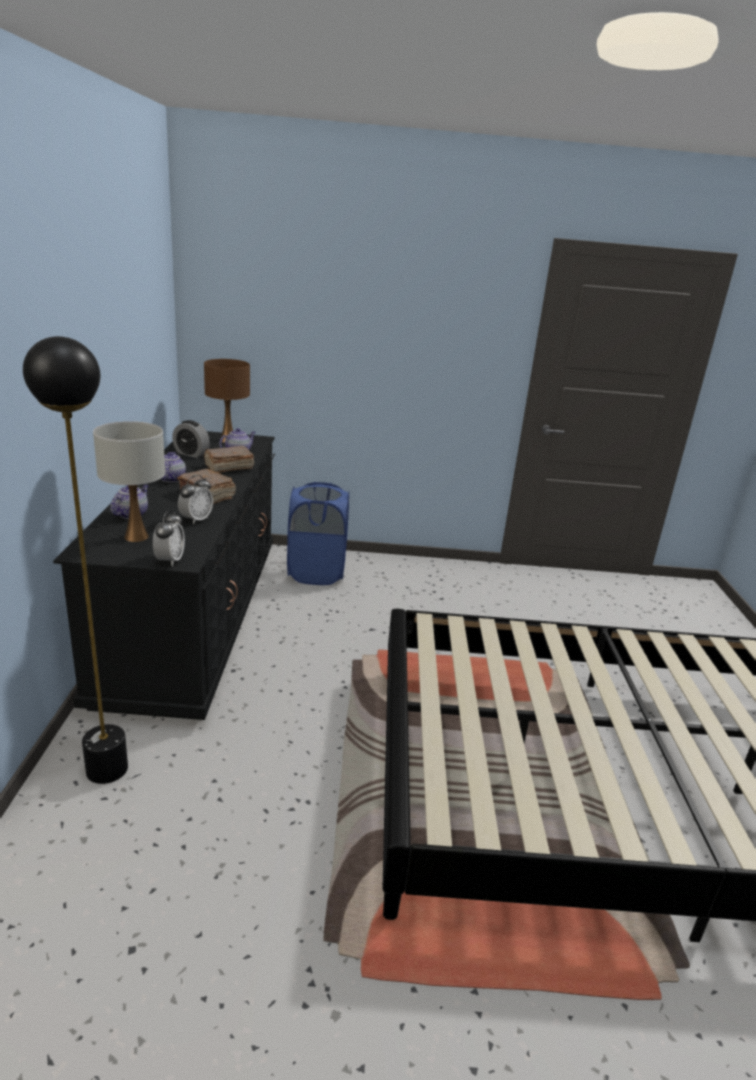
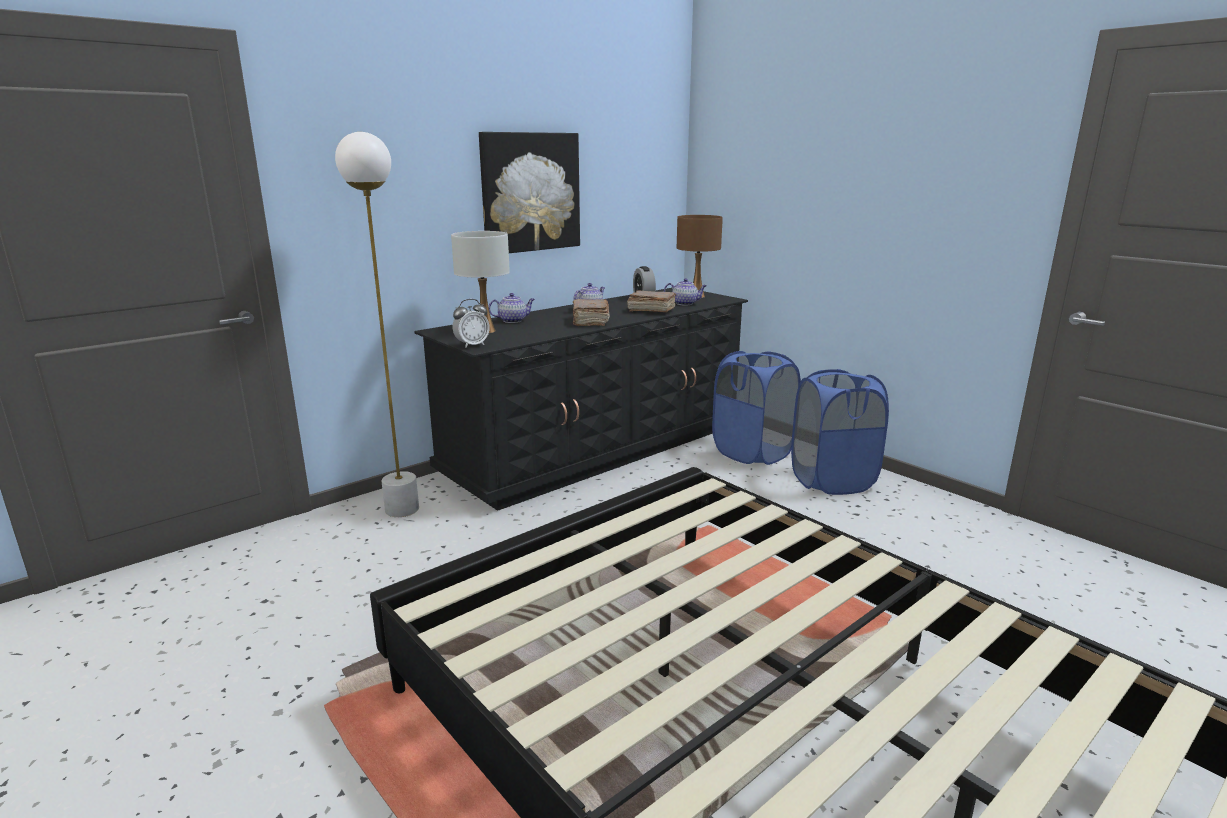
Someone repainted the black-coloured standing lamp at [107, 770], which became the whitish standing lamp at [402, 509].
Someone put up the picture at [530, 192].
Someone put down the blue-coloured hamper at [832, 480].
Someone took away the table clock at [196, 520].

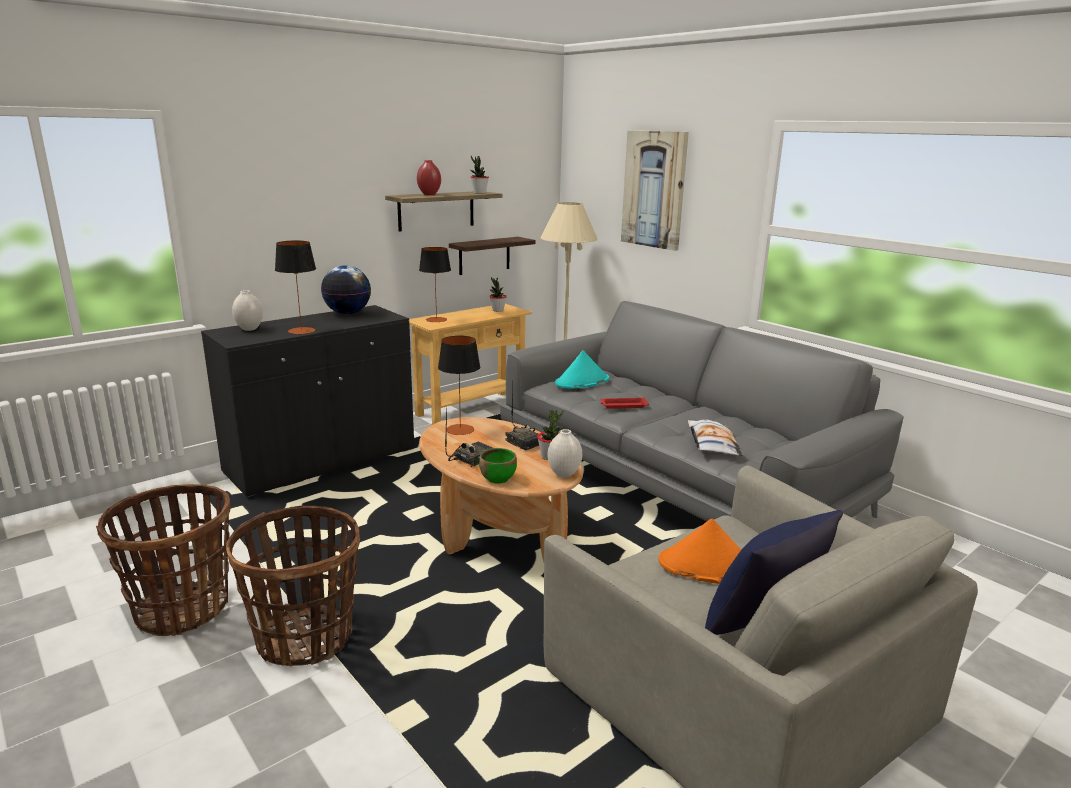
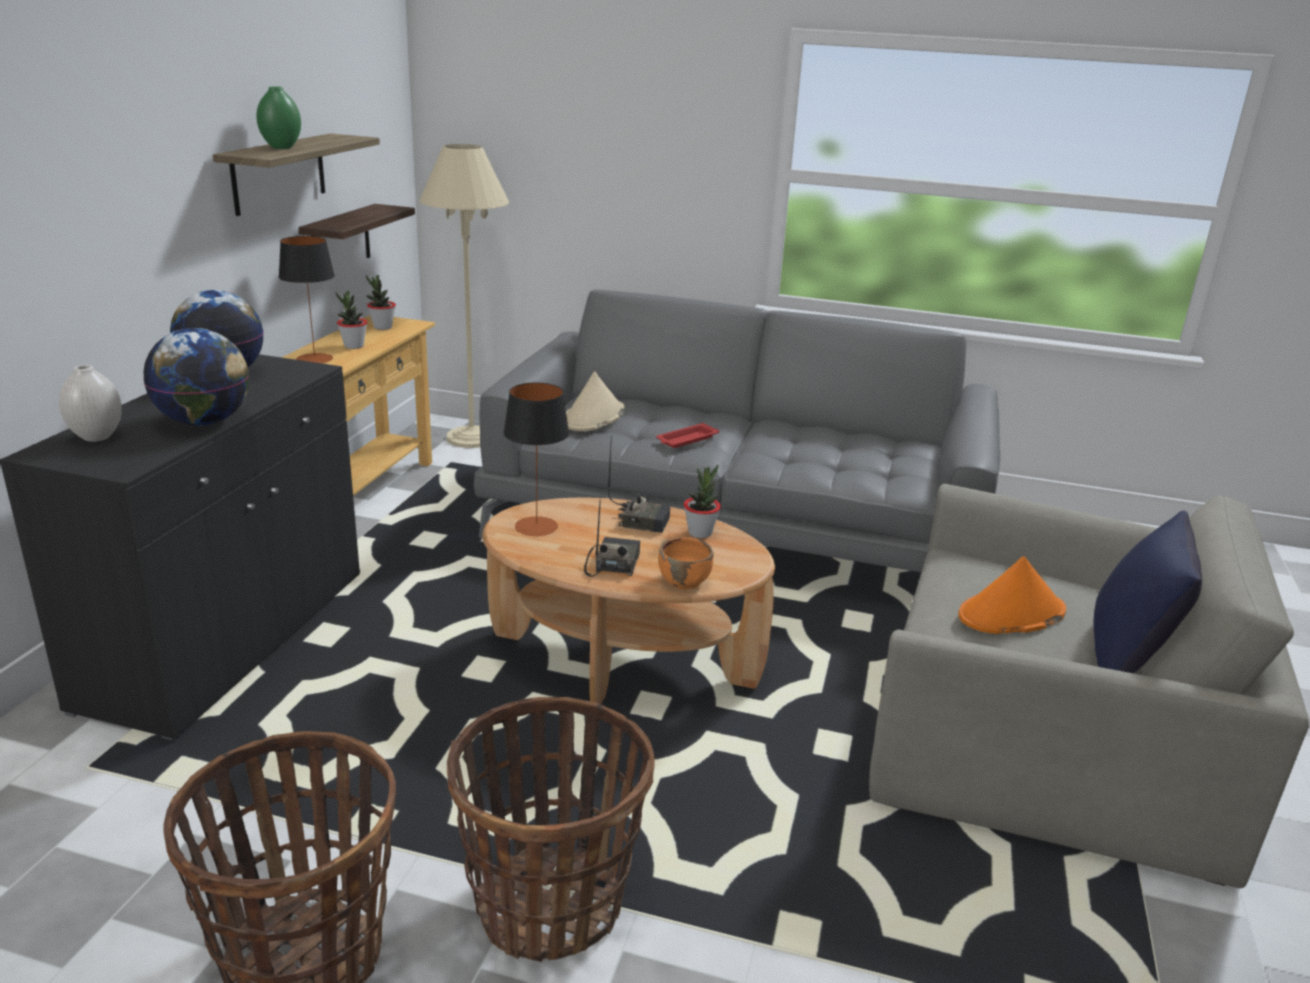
Someone swapped the tabletop lamp at [301, 331] for the globe at [204, 422].
Someone repainted the red-coloured flower vase at [429, 194], which became the green flower vase at [281, 147].
Someone carried the houseplant from [479, 193] to [353, 346].
Someone repainted the turquoise hat at [582, 382], which became the beige-coloured hat at [593, 417].
Someone repainted the green bowl at [498, 478], which became the orangey bowl at [684, 581].
Someone took away the whitish flower vase at [564, 474].
Someone took away the picture at [654, 189].
Someone took away the cushion at [712, 444].

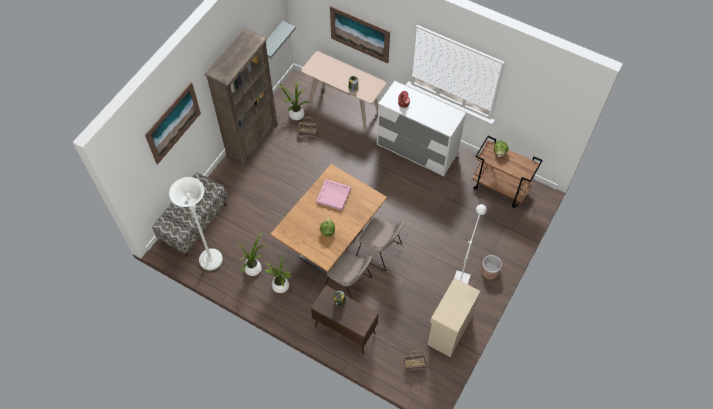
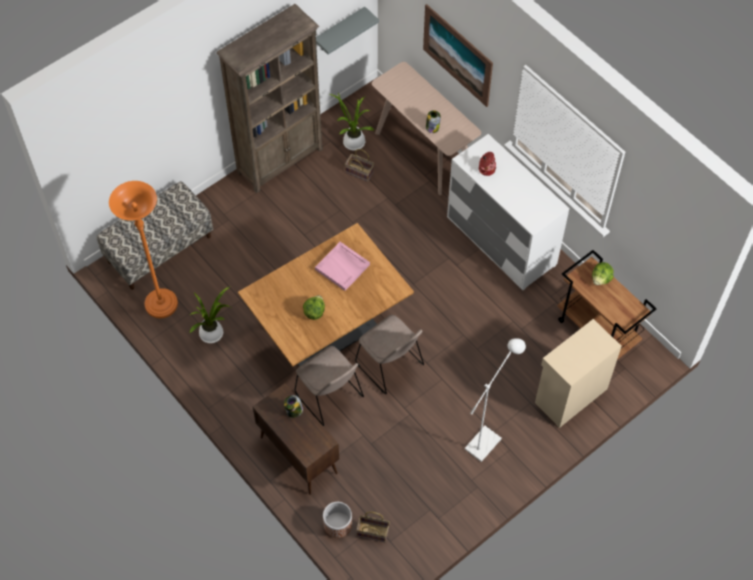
Someone repainted the whitish standing lamp at [211, 260], which became the orangey standing lamp at [161, 304].
Someone carried the plant pot from [489, 271] to [338, 524].
Someone carried the beige-coloured cupboard from [448, 331] to [569, 395].
Someone took away the picture at [173, 123].
Someone took away the houseplant at [281, 286].

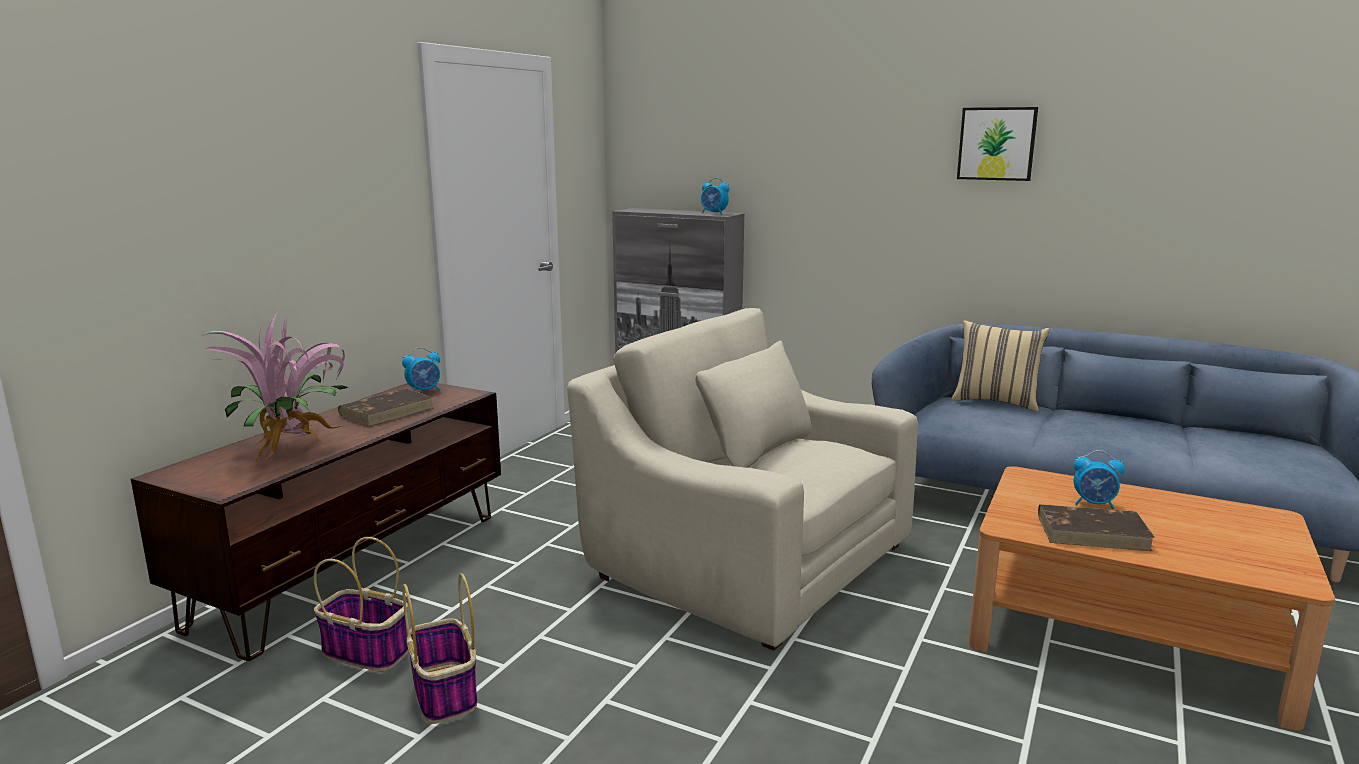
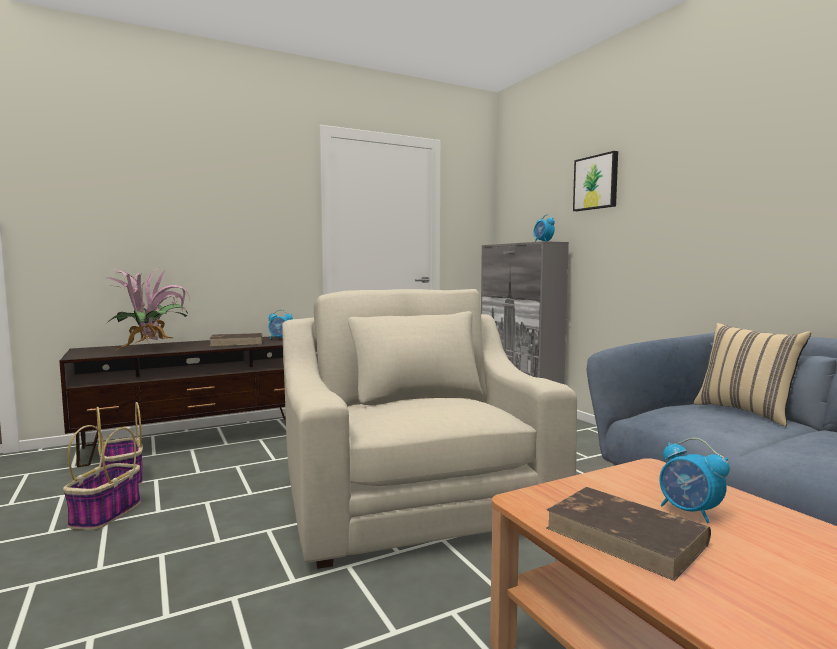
Someone carried the picture from [997, 143] to [596, 182].

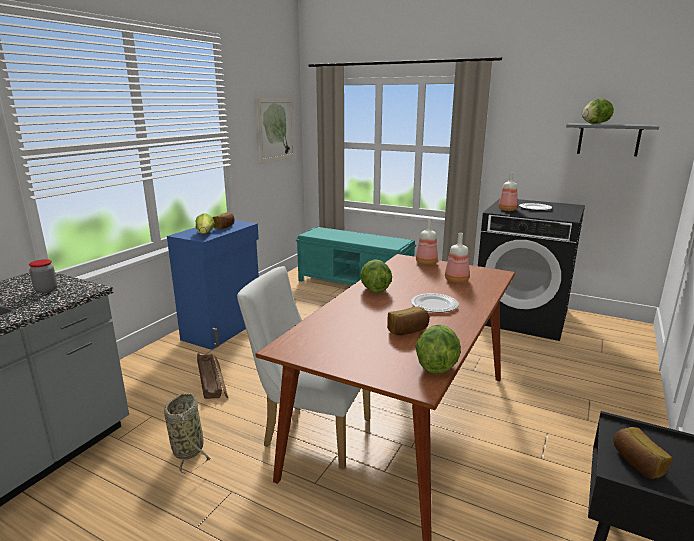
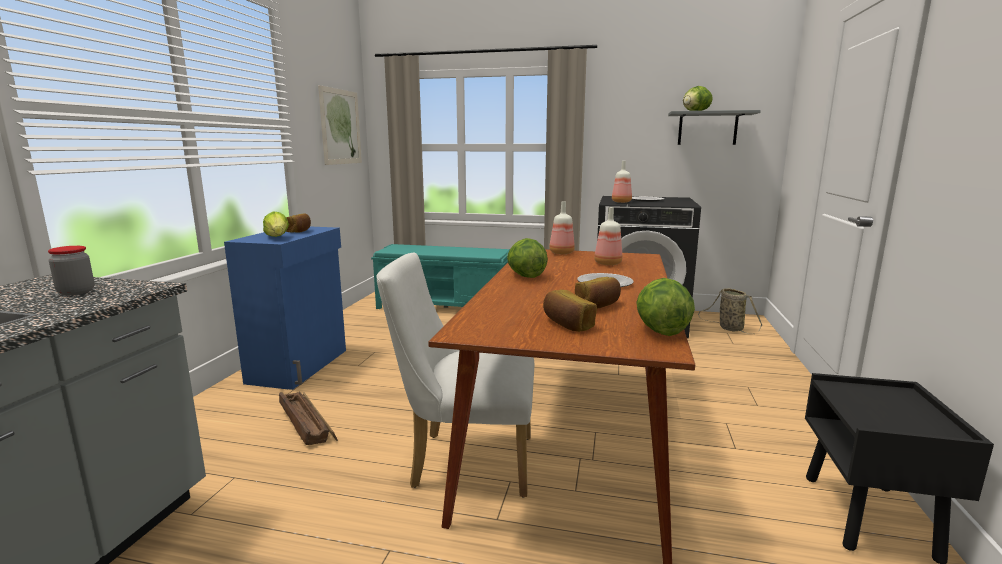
Someone carried the baked bread from [637, 463] to [567, 324].
Someone carried the household basket from [188, 448] to [729, 328].

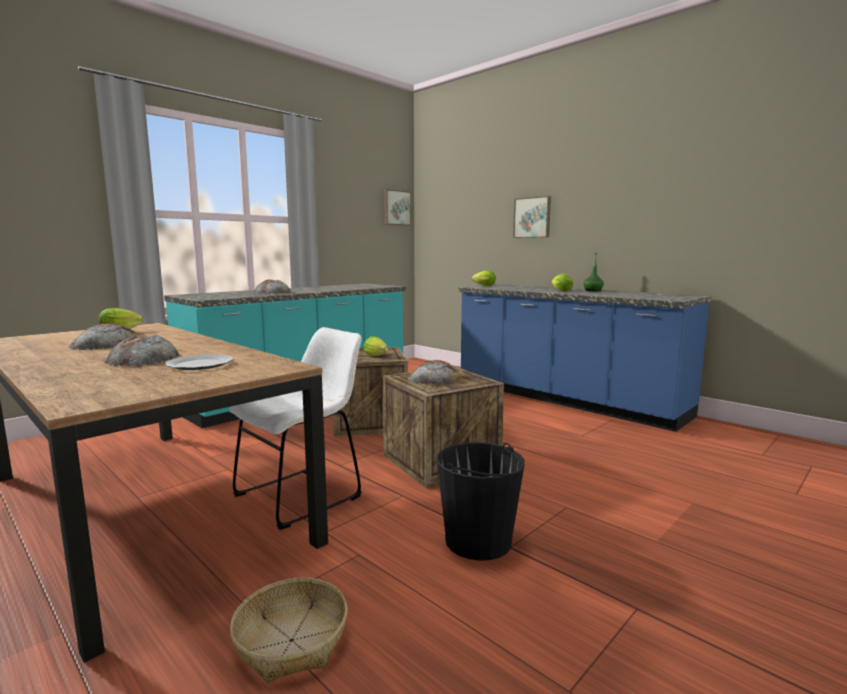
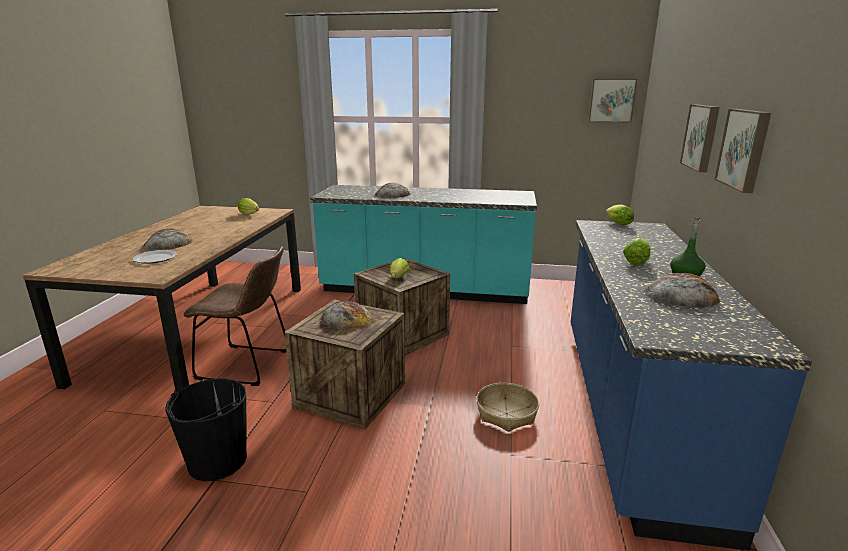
Someone repainted the whitish plain chair at [303, 494], which became the brown-coloured plain chair at [248, 365].
Someone carried the household basket from [291, 640] to [506, 413].
Someone carried the baked bread from [107, 343] to [681, 295].
Someone put up the picture at [745, 149].

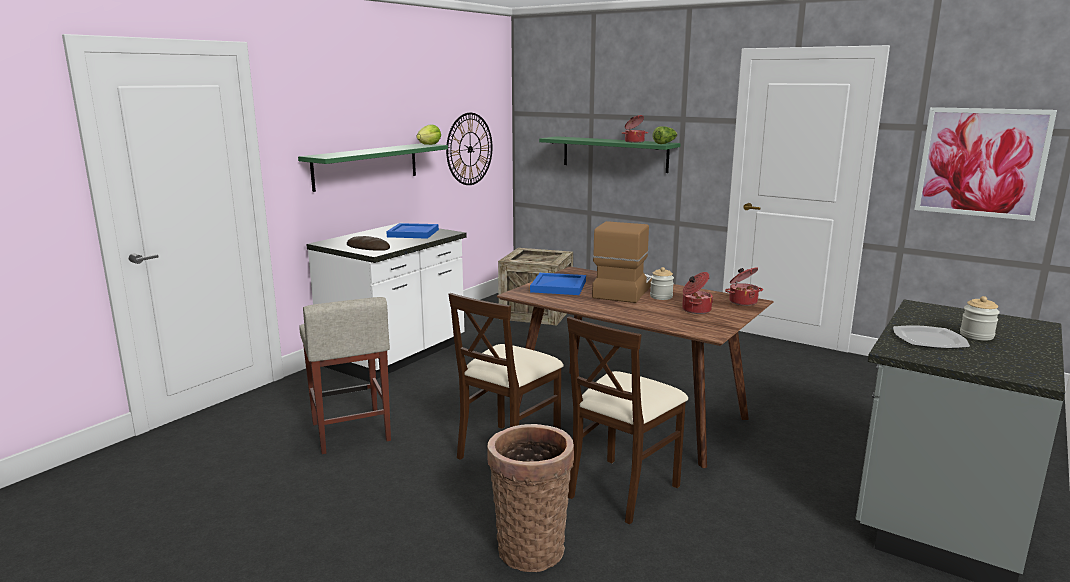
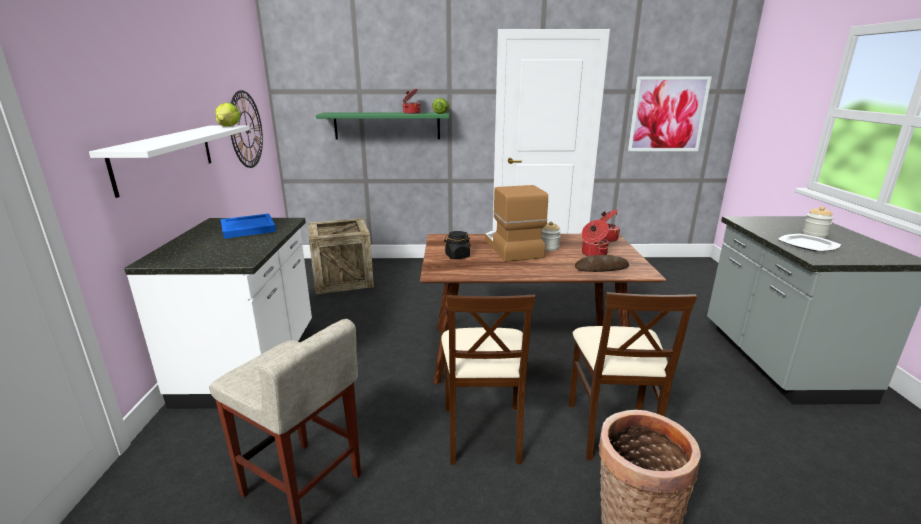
Someone repainted the green shelf at [366, 166], which became the whitish shelf at [165, 157].
Someone swapped the blue-coloured serving tray at [559, 286] for the black-coloured preserve jar at [457, 256].
Someone carried the baked bread from [368, 248] to [601, 268].

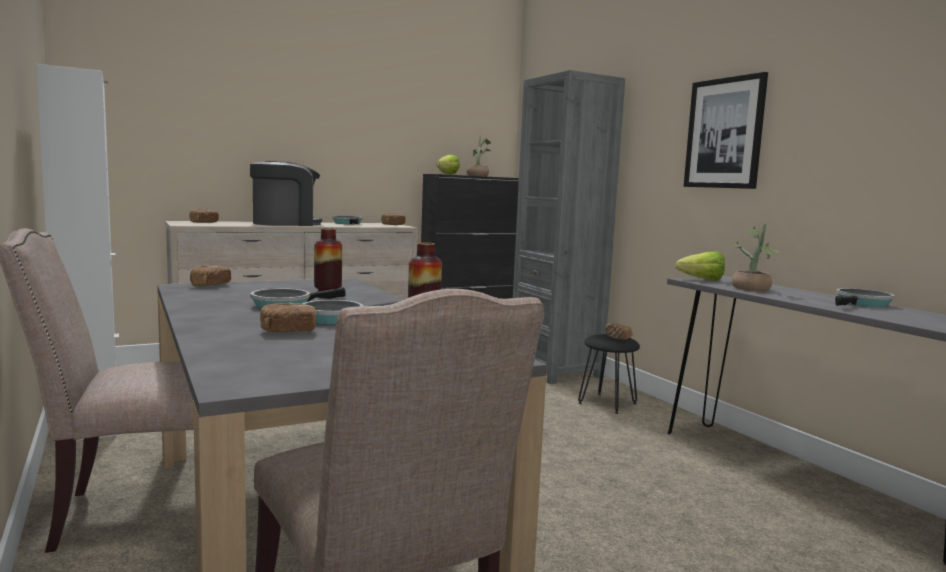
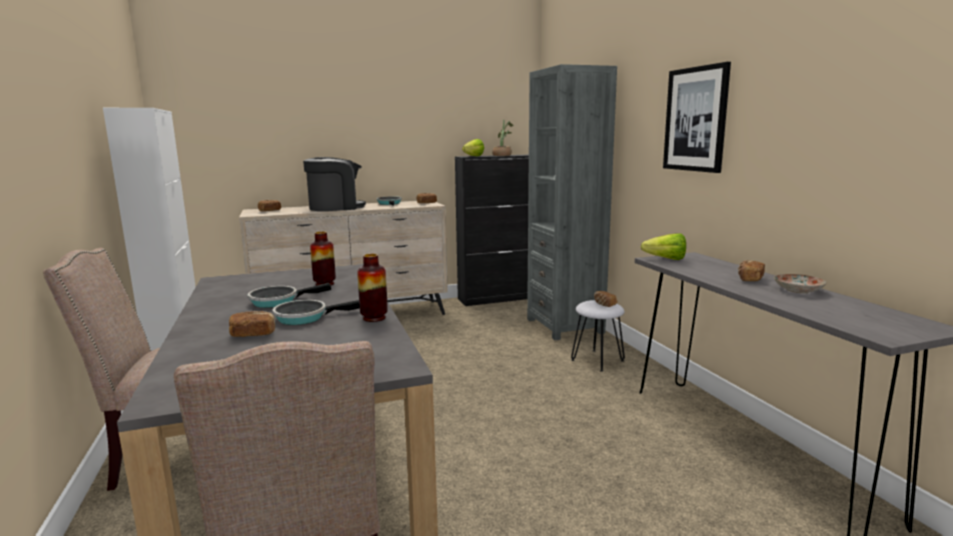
Someone repainted the black-coloured stool at [607, 403], which became the whitish stool at [598, 360].
Someone carried the baked bread from [210, 285] to [749, 279].
Someone swapped the skillet at [862, 304] for the plate at [798, 290].
Someone took away the houseplant at [752, 289].

